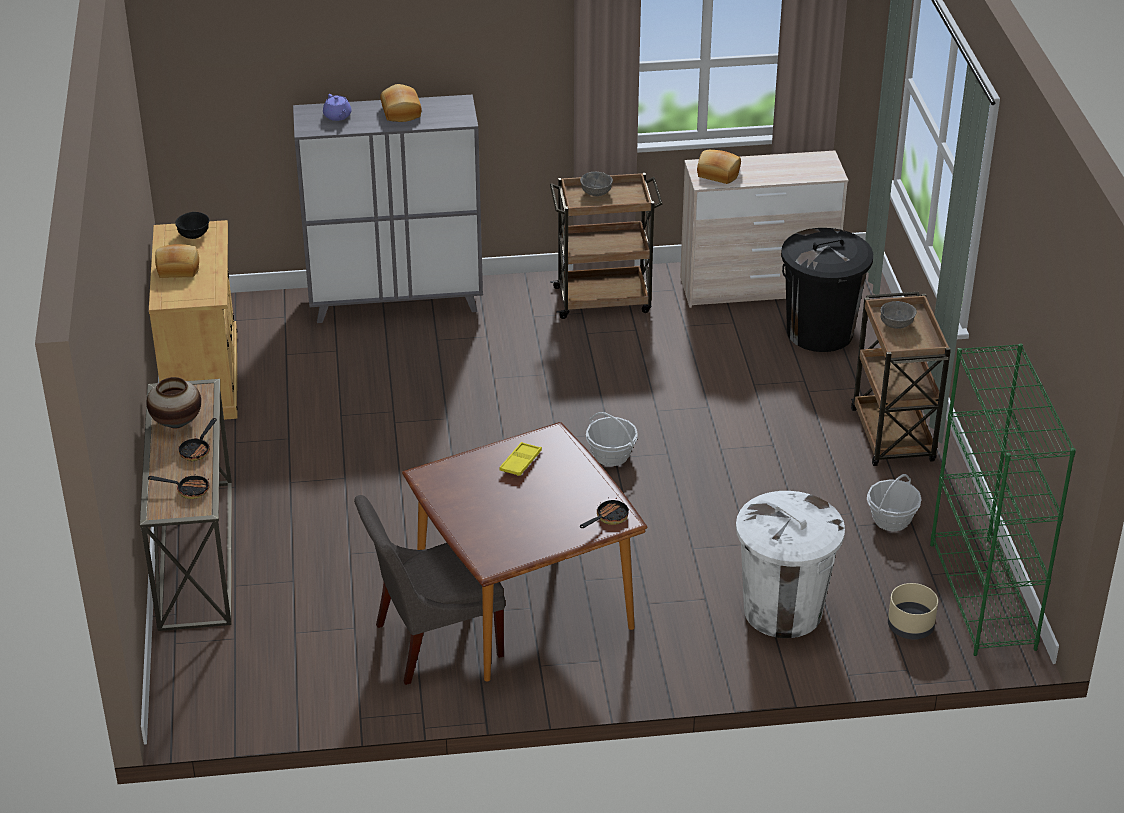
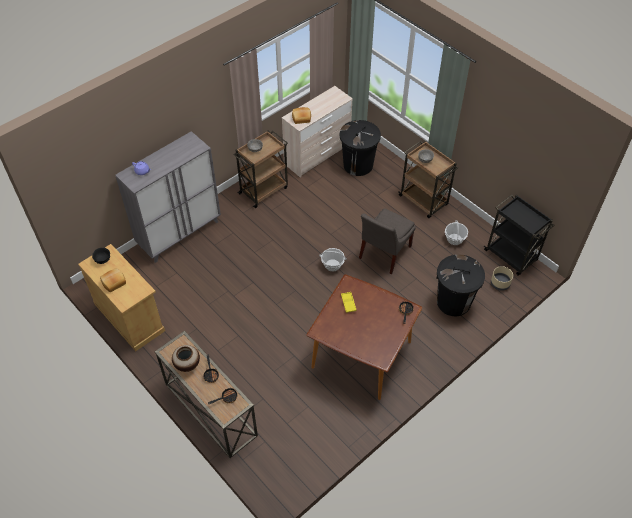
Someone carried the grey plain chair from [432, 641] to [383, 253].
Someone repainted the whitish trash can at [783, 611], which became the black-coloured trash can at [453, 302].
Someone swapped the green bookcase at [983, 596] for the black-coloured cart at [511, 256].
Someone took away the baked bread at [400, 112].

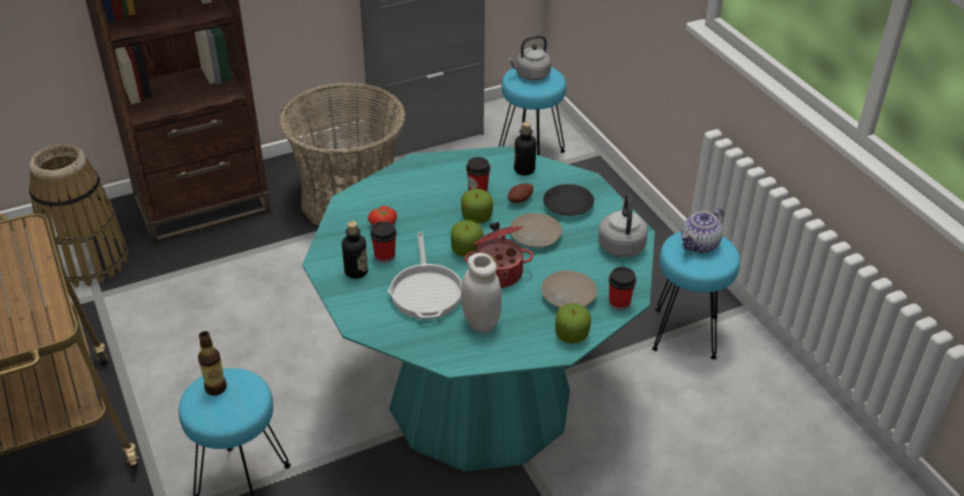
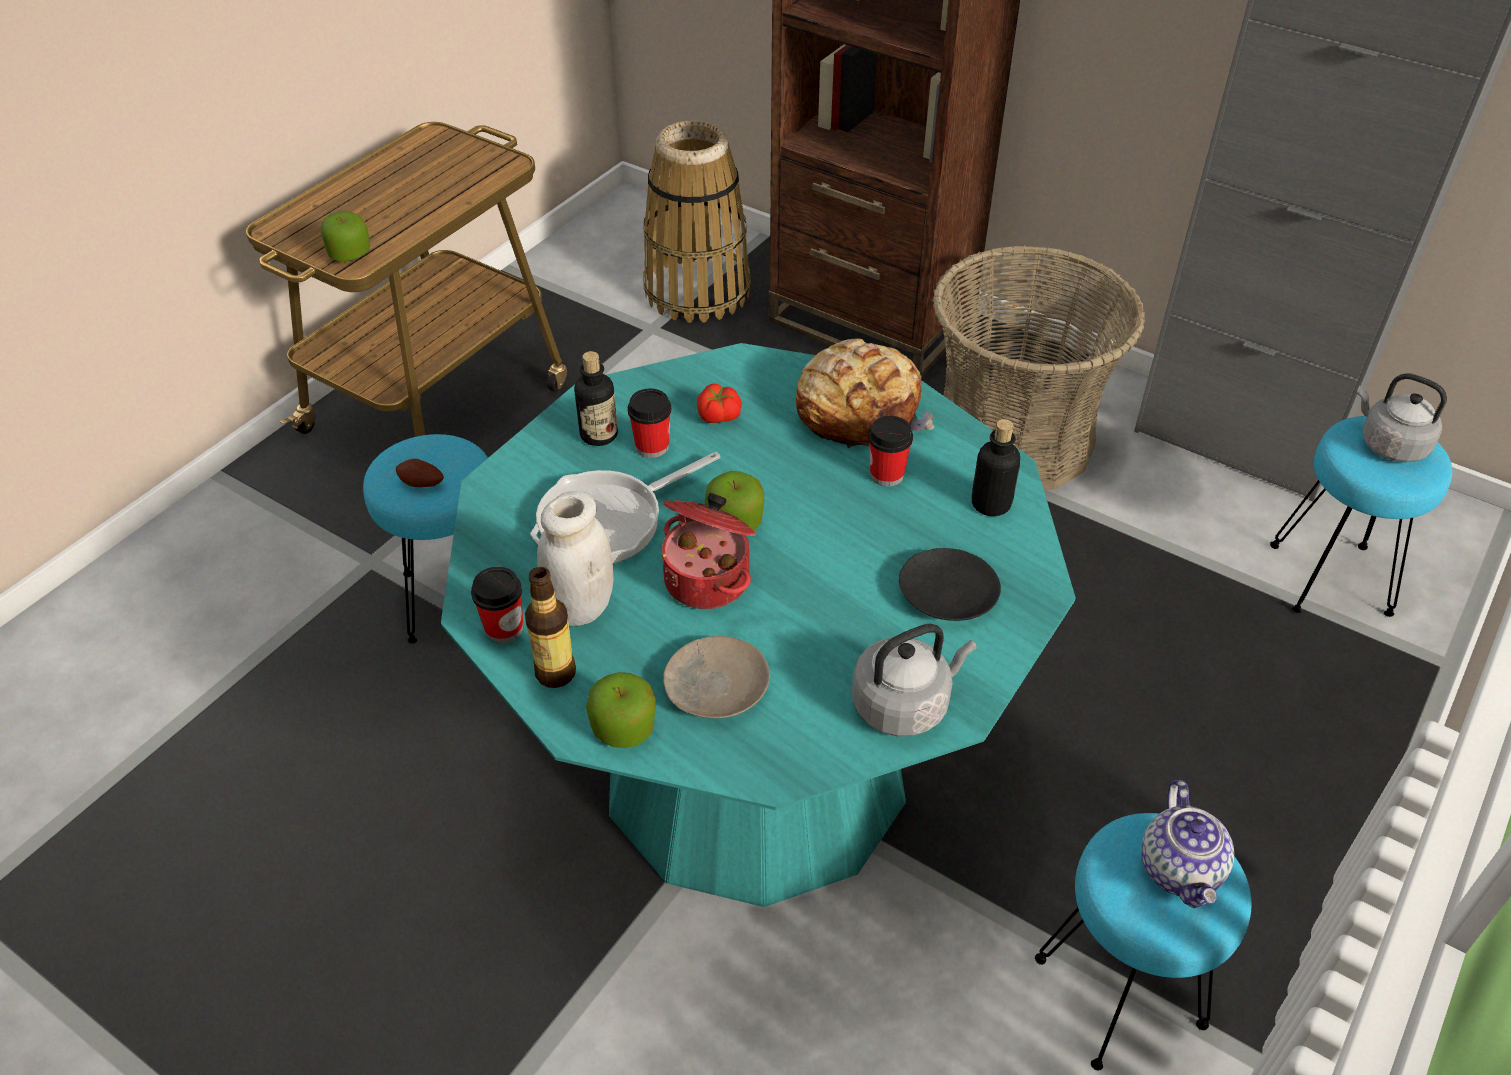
Someone carried the apple from [476, 217] to [349, 254].
Someone carried the whole potato from [521, 200] to [421, 485].
Someone carried the cup from [619, 303] to [504, 629].
Someone carried the bottle from [216, 388] to [556, 673].
Someone put down the baked bread at [859, 410].
Someone rotated the pot for tea at [700, 245] by 105 degrees counterclockwise.
Someone took away the beige-coloured plate at [535, 236].

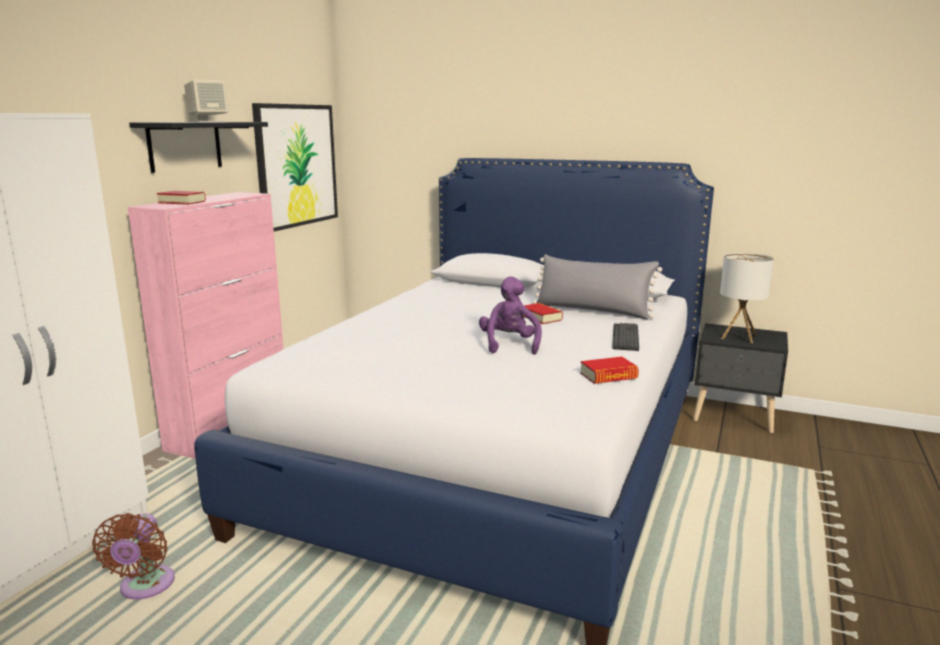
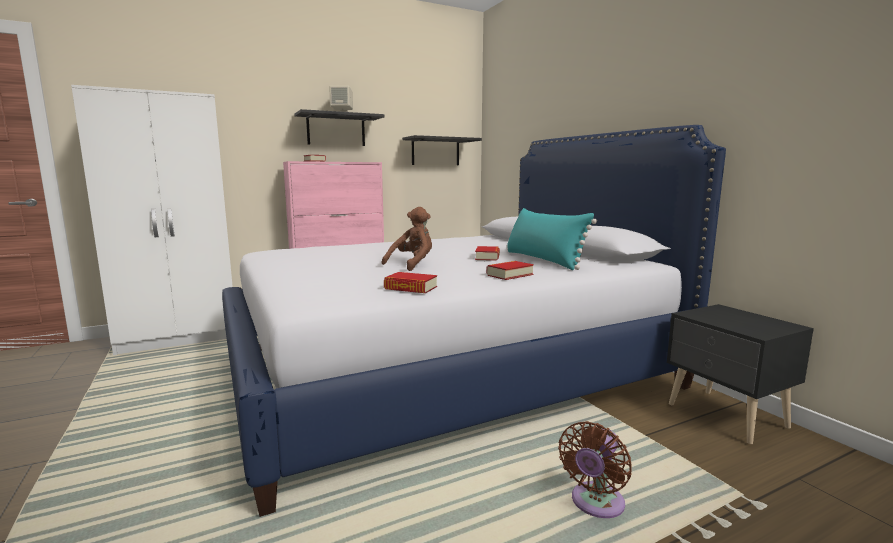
Someone repainted the purple soft toy at [509, 345], which became the brown-coloured soft toy at [412, 264].
Someone swapped the picture at [296, 165] for the black-coloured shelf at [435, 152].
Someone swapped the PC keyboard at [625, 337] for the bound book at [509, 275].
Someone repainted the grey cushion at [592, 311], which became the turquoise cushion at [543, 260].
Someone carried the brown-coloured fan from [145, 587] to [595, 504].
Someone took away the tabletop lamp at [739, 337].

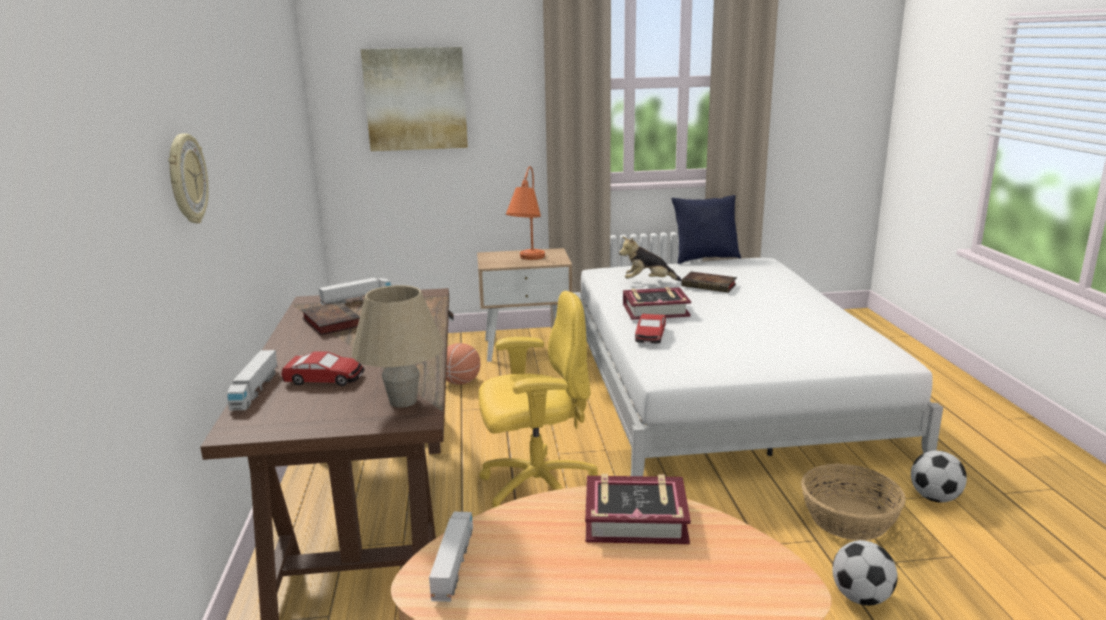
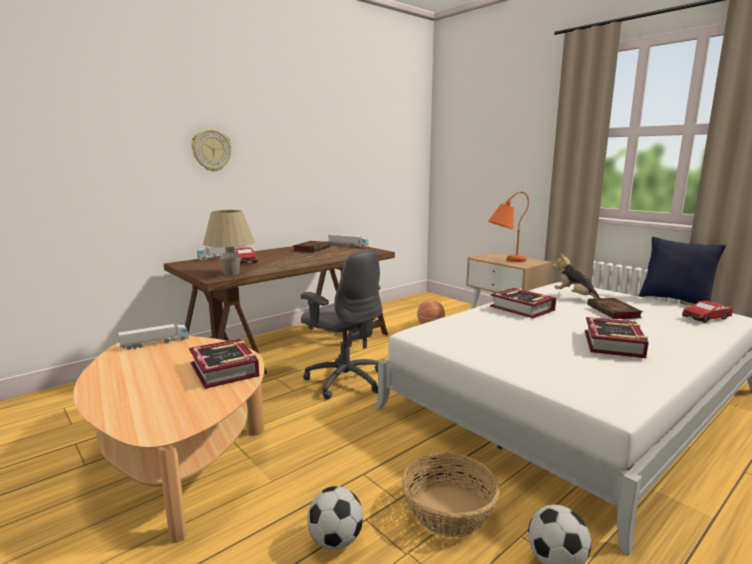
Someone repainted the yellow office chair at [536, 488], which became the grey office chair at [345, 380].
Someone put down the bound book at [614, 344].
Someone carried the model car from [650, 335] to [705, 318].
Someone took away the picture at [415, 99].

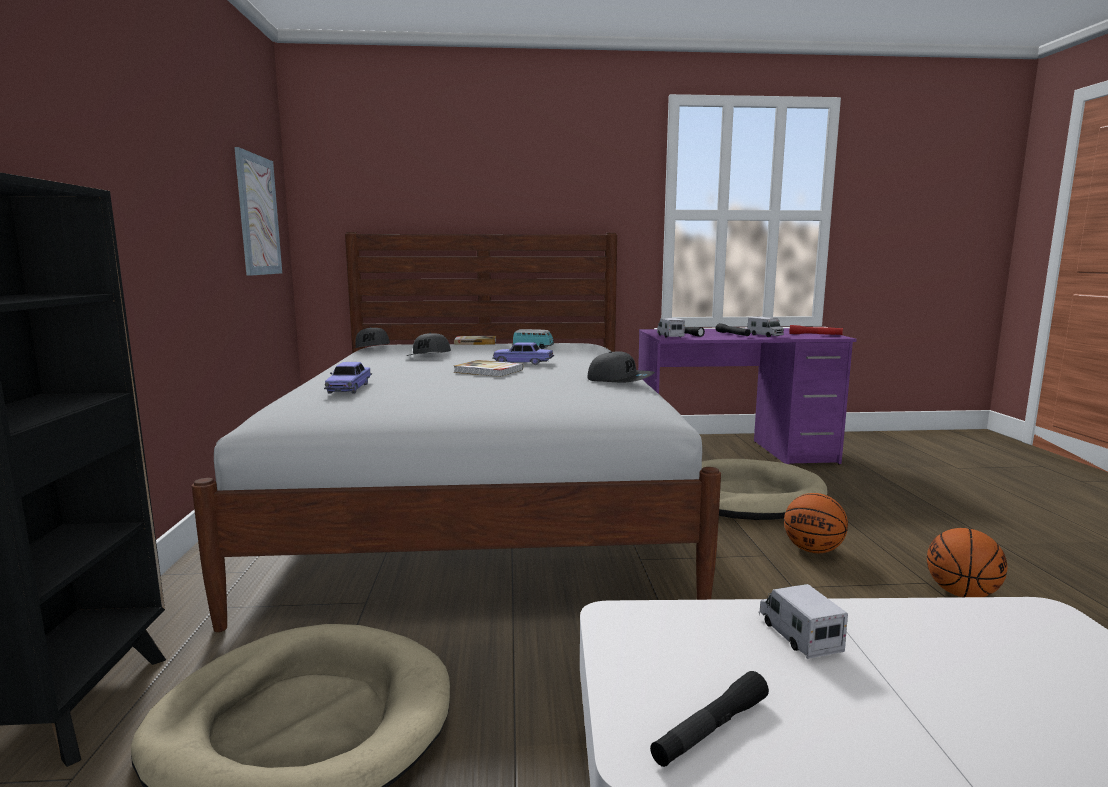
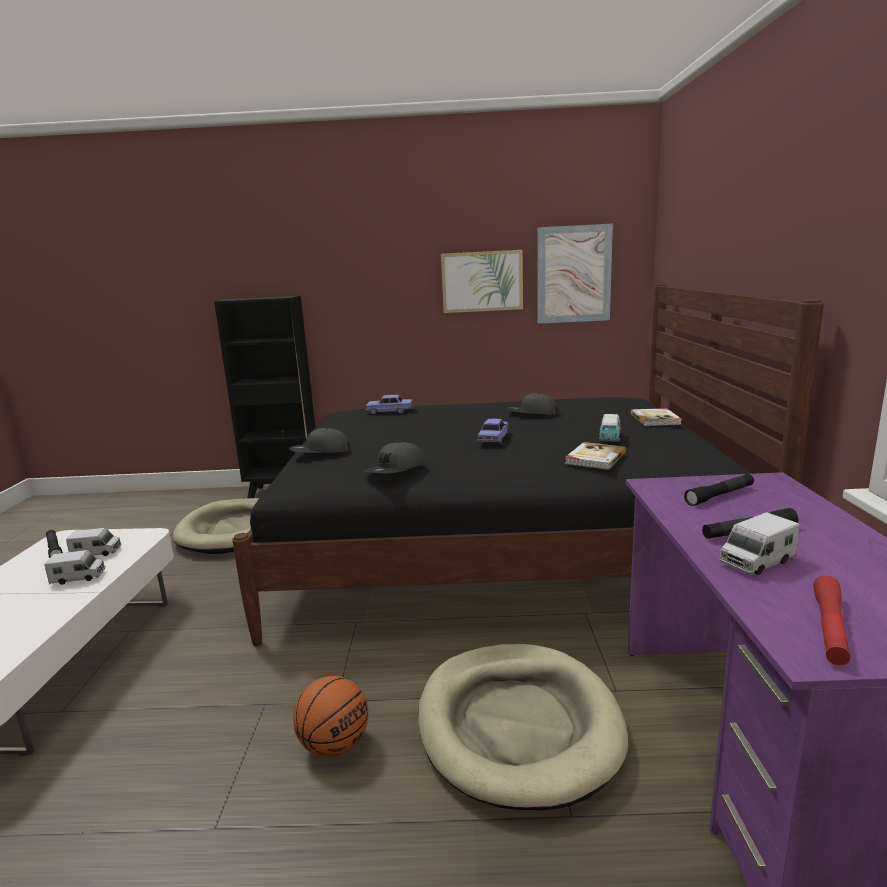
Someone carried the model truck from [670, 336] to [97, 553].
Someone repainted the whitish bed at [481, 501], which became the black-coloured bed at [496, 548].
Someone carried the grey baseball cap from [372, 348] to [320, 452].
Someone put up the picture at [482, 281].
Someone carried the bound book from [488, 371] to [594, 458].
Someone took away the ball for basketball at [962, 594].

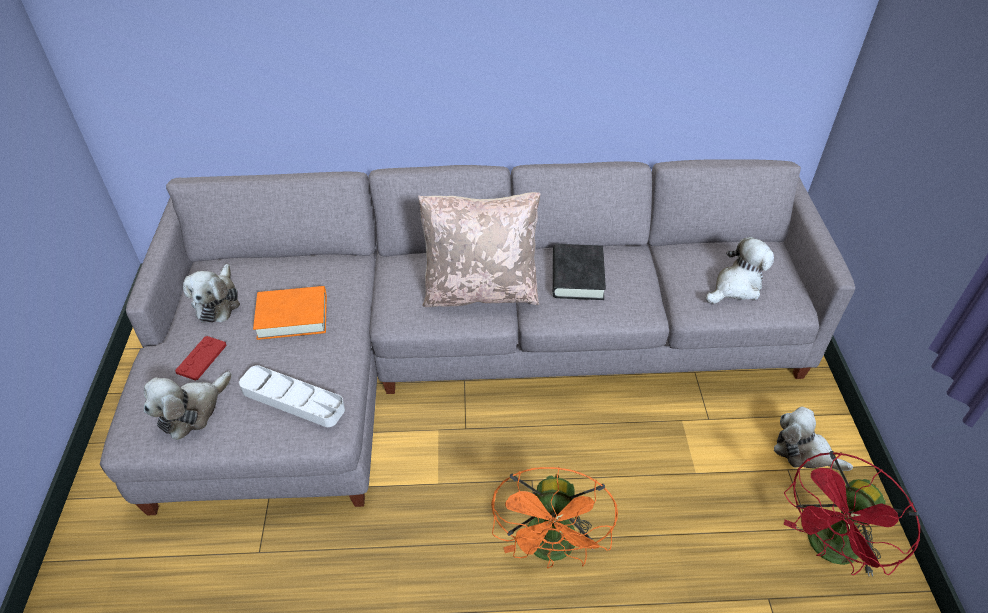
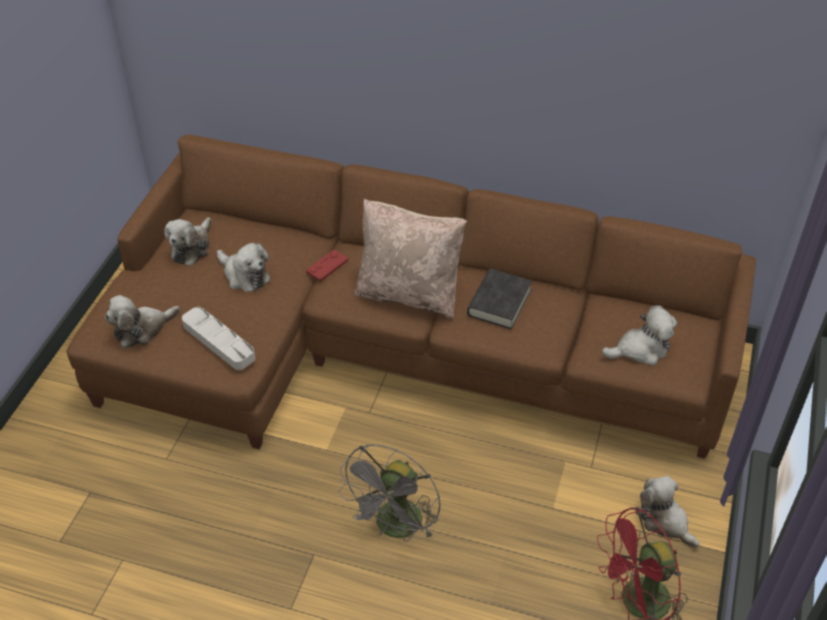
Someone repainted the grey sofa at [456, 354], which became the brown-coloured sofa at [390, 347].
Someone swapped the orangey bound book at [292, 317] for the soft toy at [244, 275].
Someone carried the red-coloured joypad from [201, 358] to [327, 266].
Someone repainted the orangey fan at [552, 549], which became the grey fan at [396, 528].

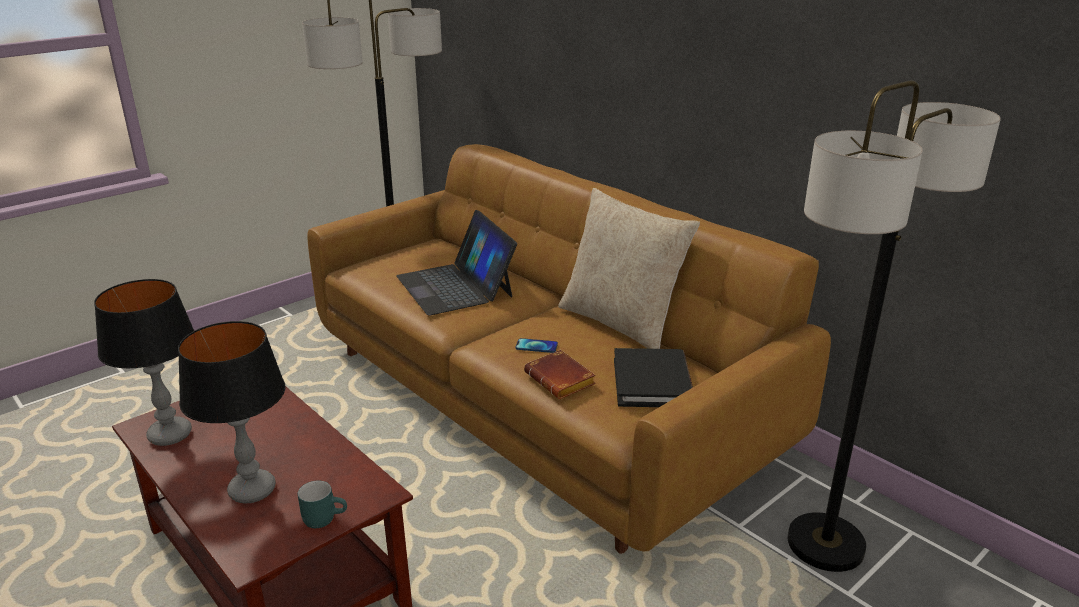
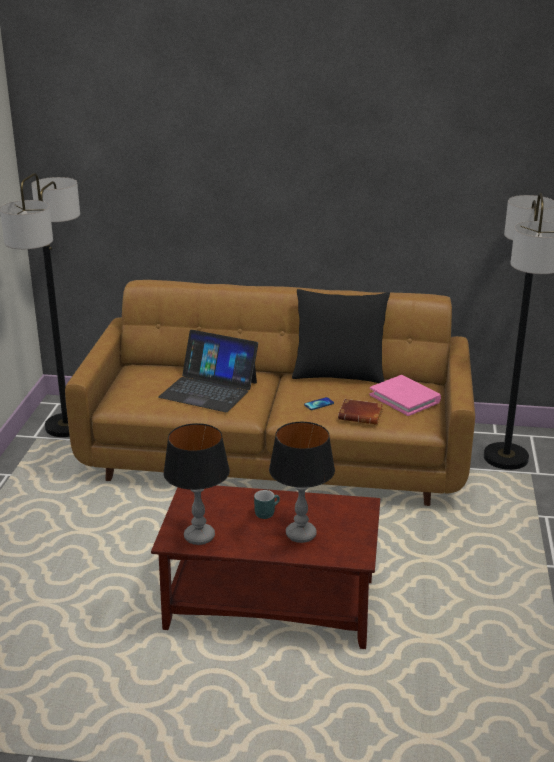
Someone carried the turquoise coffee mug from [324, 517] to [266, 512].
Someone repainted the beige-coloured cushion at [621, 323], which became the black-coloured cushion at [339, 374].
Someone repainted the black-coloured bound book at [652, 382], which became the pink bound book at [405, 398].

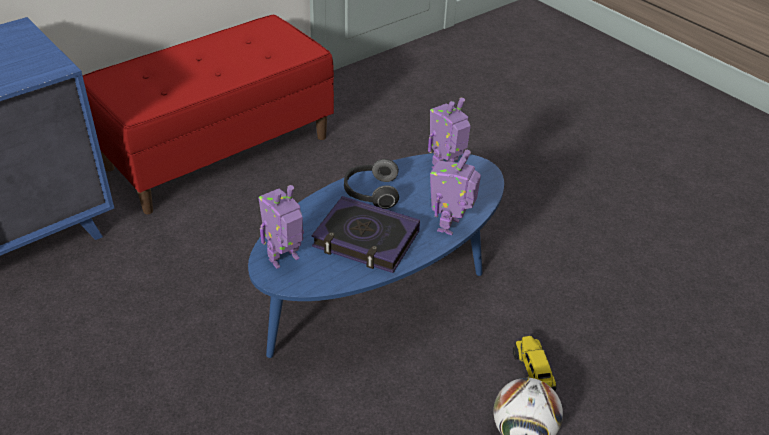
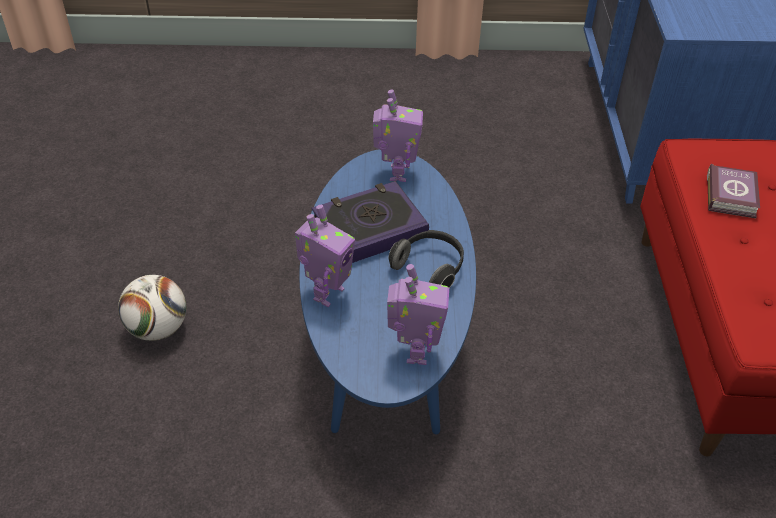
Someone rotated the toy robot at [450, 226] by 60 degrees clockwise.
Someone put down the bound book at [732, 195].
Someone took away the model truck at [533, 373].

